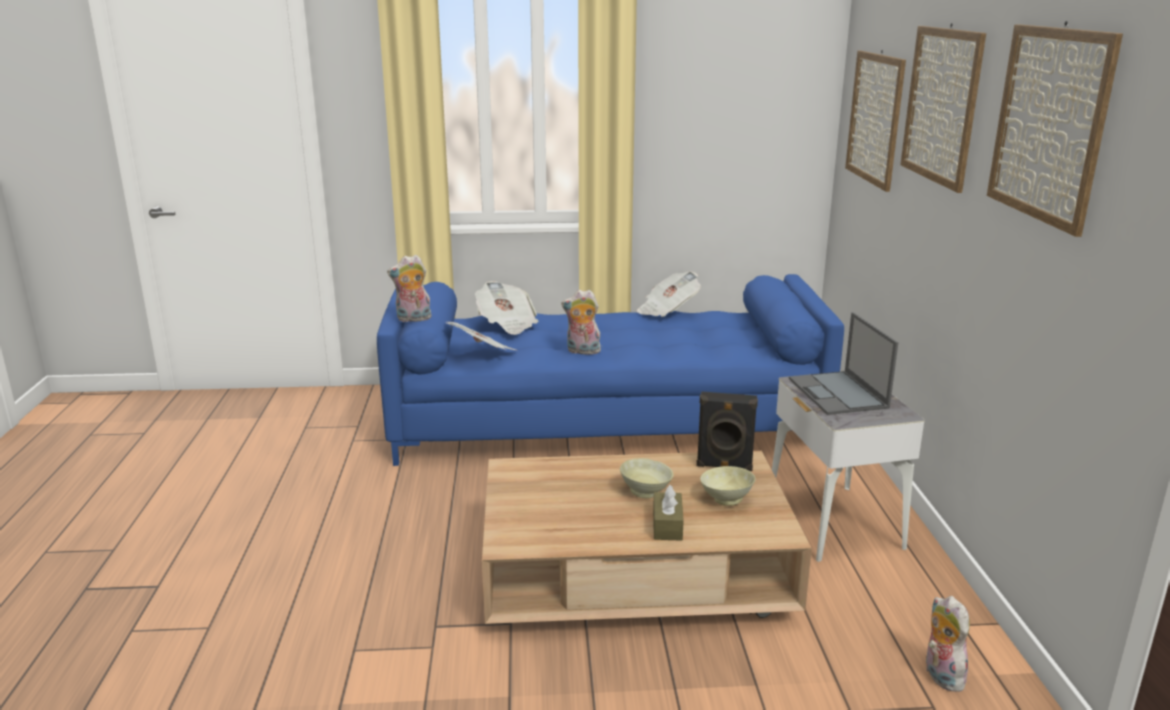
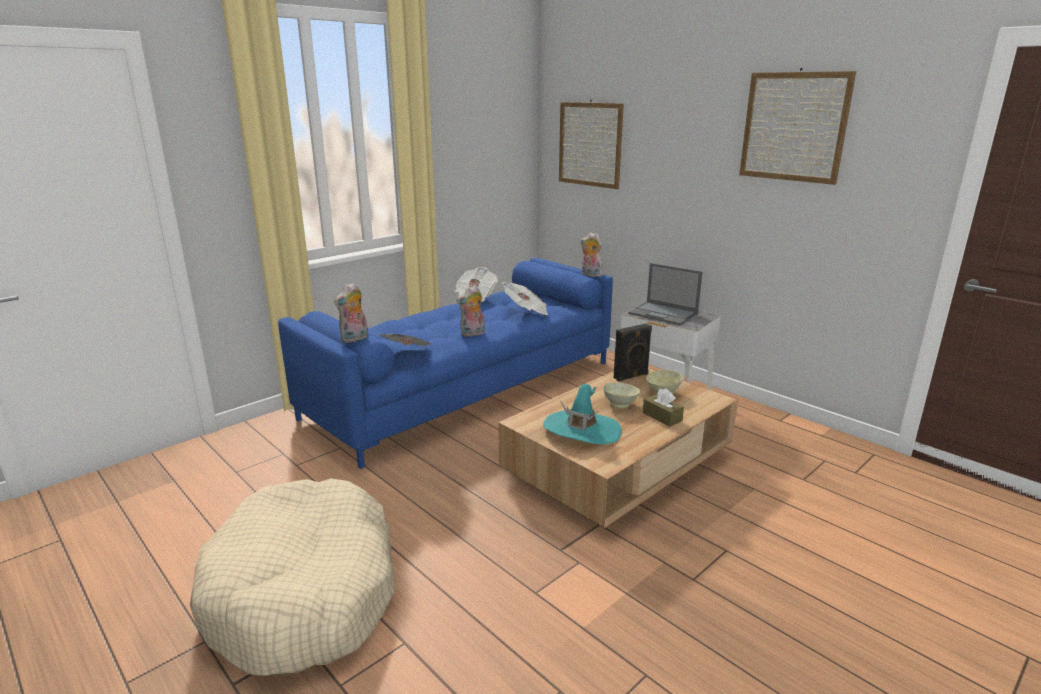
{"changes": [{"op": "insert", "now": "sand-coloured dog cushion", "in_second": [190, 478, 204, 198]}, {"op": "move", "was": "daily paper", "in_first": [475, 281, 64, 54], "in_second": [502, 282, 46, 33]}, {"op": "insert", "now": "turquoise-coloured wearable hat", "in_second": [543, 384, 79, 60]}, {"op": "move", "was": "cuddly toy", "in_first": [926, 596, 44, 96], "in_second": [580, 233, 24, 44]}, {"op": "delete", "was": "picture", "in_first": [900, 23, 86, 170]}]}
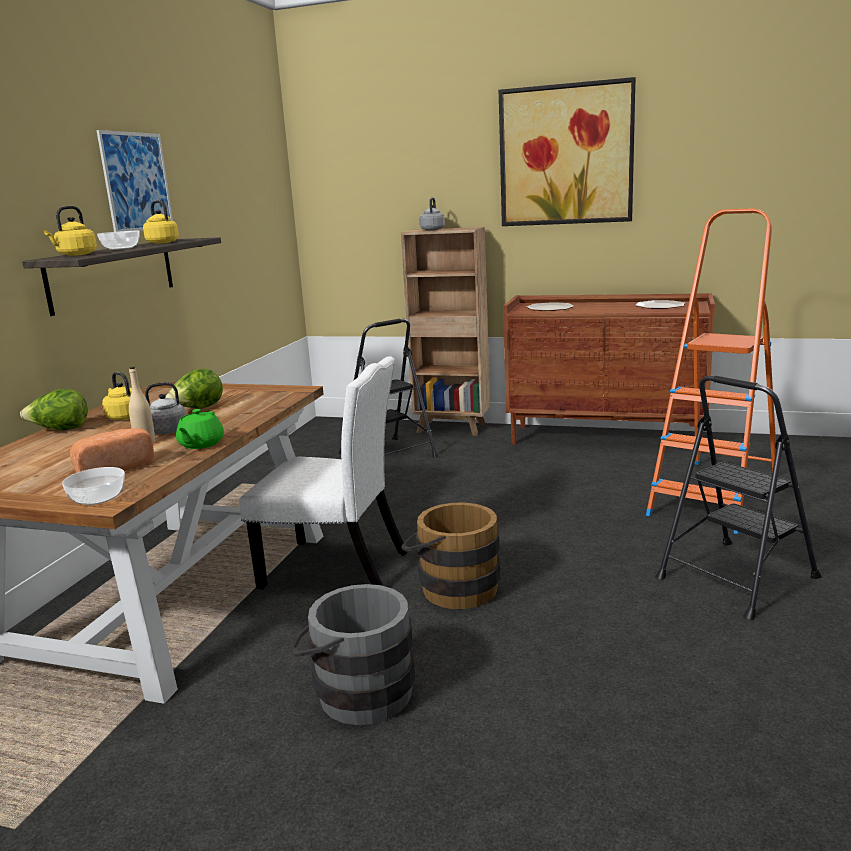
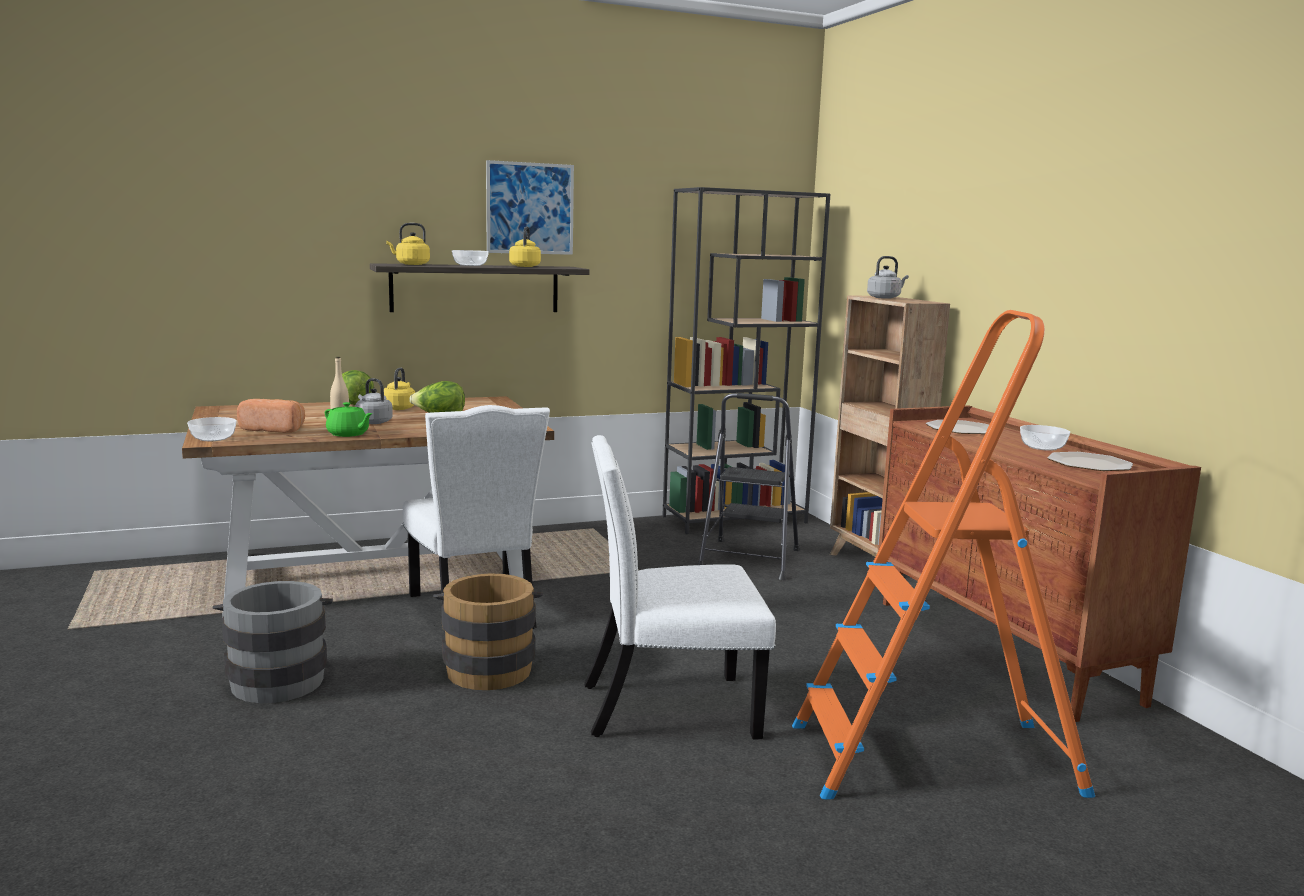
{"changes": [{"op": "rotate", "was": "green tea pot", "in_first": [176, 409, 48, 40], "in_second": [325, 402, 48, 35], "clockwise": -120}, {"op": "insert", "now": "whitish upright chair", "in_second": [584, 435, 192, 305]}, {"op": "insert", "now": "bookshelf", "in_second": [662, 187, 168, 347]}, {"op": "insert", "now": "deep dish", "in_second": [1020, 425, 50, 26]}, {"op": "delete", "was": "picture", "in_first": [499, 77, 137, 149]}, {"op": "delete", "was": "blackish step stool", "in_first": [655, 376, 167, 244]}]}
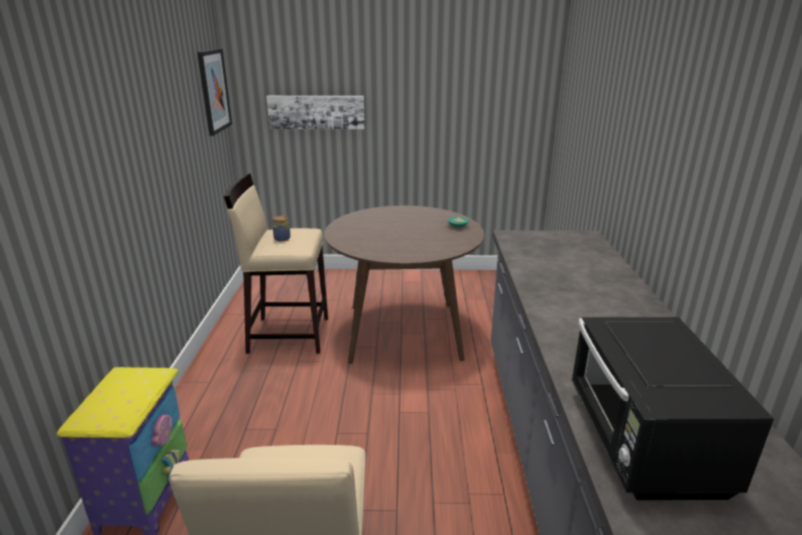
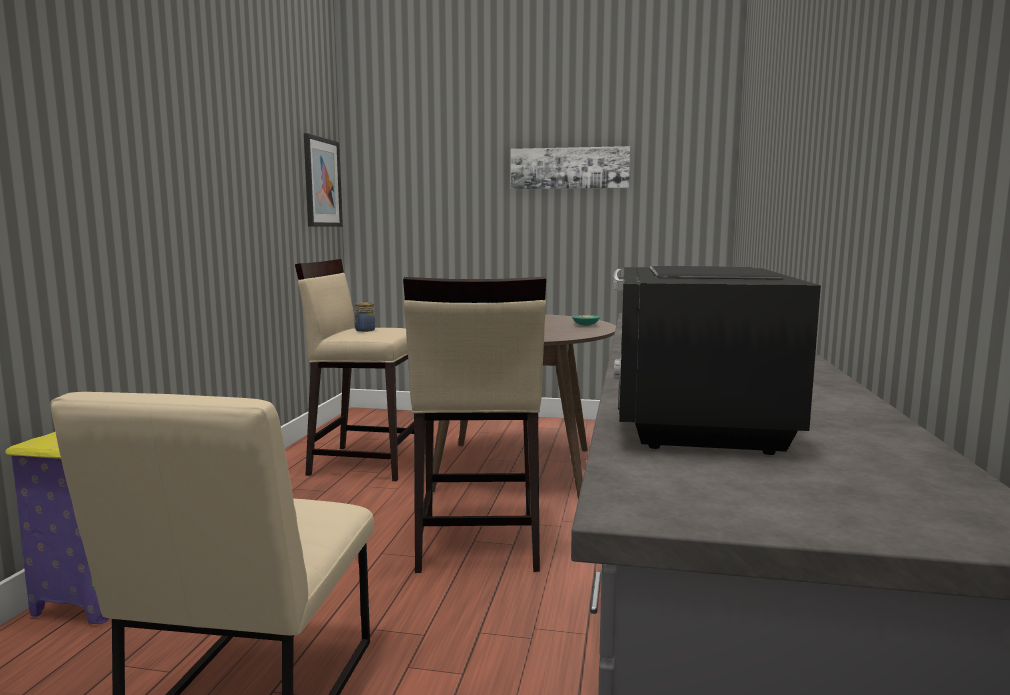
{"changes": [{"op": "insert", "now": "sand-coloured stool", "in_second": [403, 277, 143, 296]}, {"op": "move", "was": "picture", "in_first": [266, 96, 99, 33], "in_second": [511, 146, 119, 43]}]}
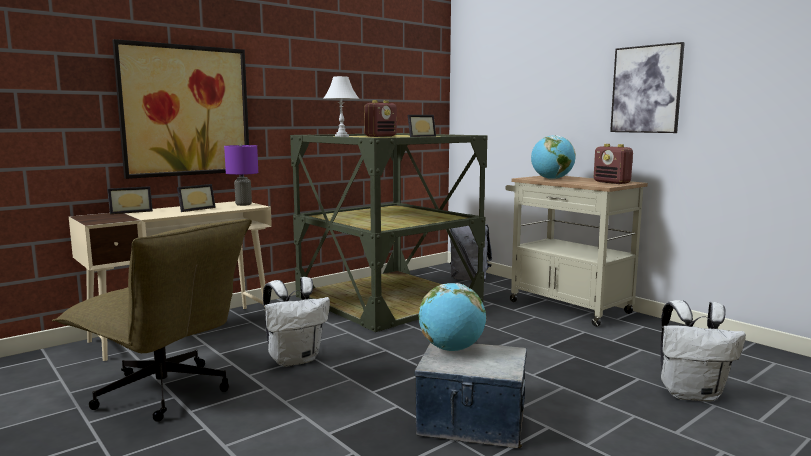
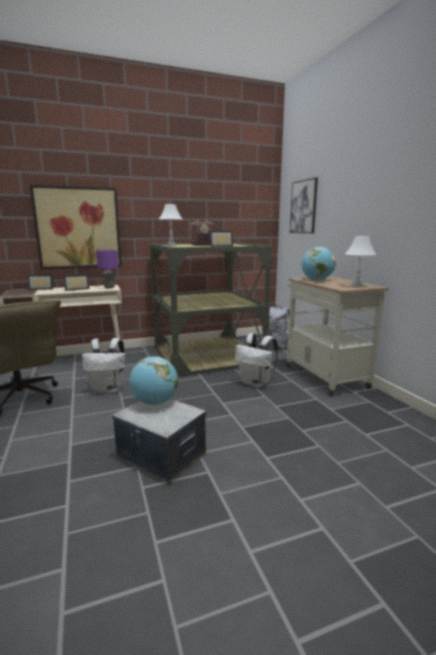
{"changes": [{"op": "move", "was": "whitish backpack", "in_first": [660, 300, 86, 102], "in_second": [235, 333, 43, 55]}, {"op": "move", "was": "picture", "in_first": [610, 42, 75, 91], "in_second": [290, 178, 28, 55]}, {"op": "replace", "was": "radio", "now": "whitish tabletop lamp", "in_first": [594, 144, 39, 40], "in_second": [345, 236, 32, 51]}]}
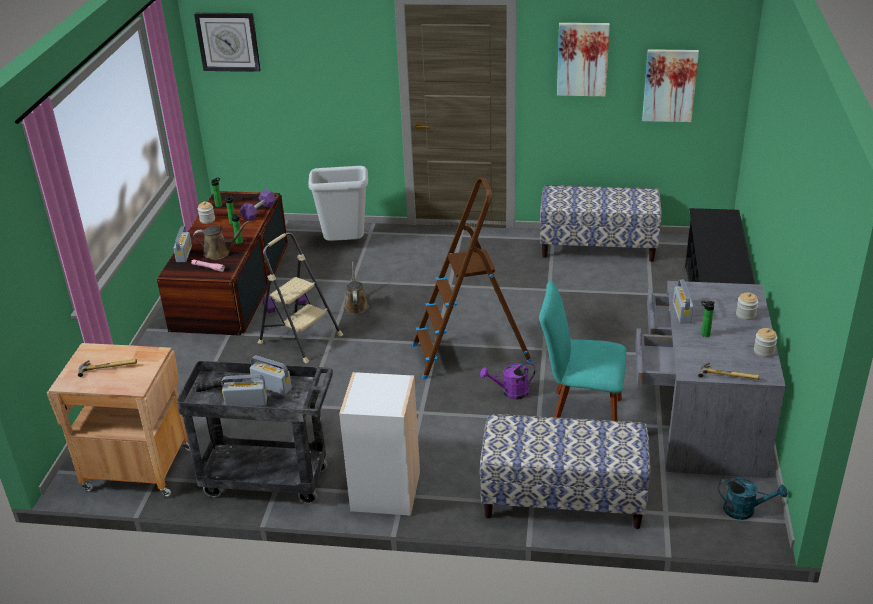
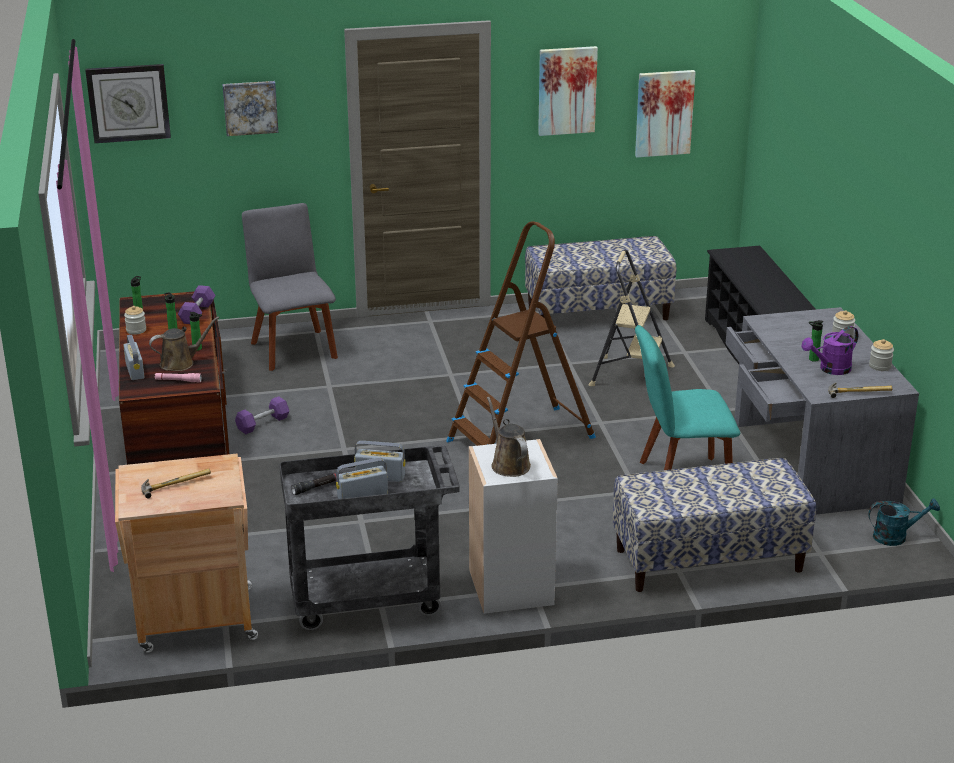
{"changes": [{"op": "insert", "now": "picture", "in_second": [222, 81, 57, 55]}, {"op": "replace", "was": "grey rubbish bin", "now": "grey upright chair", "in_first": [308, 166, 60, 75], "in_second": [242, 203, 96, 168]}, {"op": "move", "was": "brown-coloured sprinkling can", "in_first": [343, 261, 26, 54], "in_second": [487, 397, 44, 80]}, {"op": "move", "was": "sand-coloured step stool", "in_first": [257, 232, 86, 131], "in_second": [588, 250, 87, 136]}, {"op": "move", "was": "purple-coloured sprinkling can", "in_first": [480, 362, 55, 38], "in_second": [801, 326, 57, 49]}, {"op": "delete", "was": "radio", "in_first": [673, 280, 21, 43]}]}
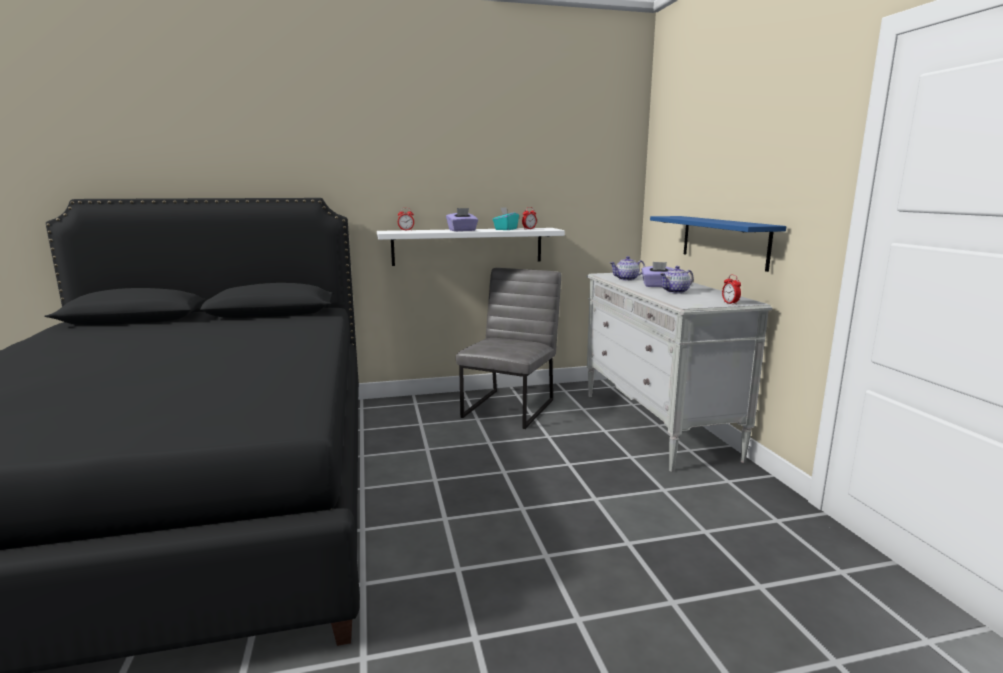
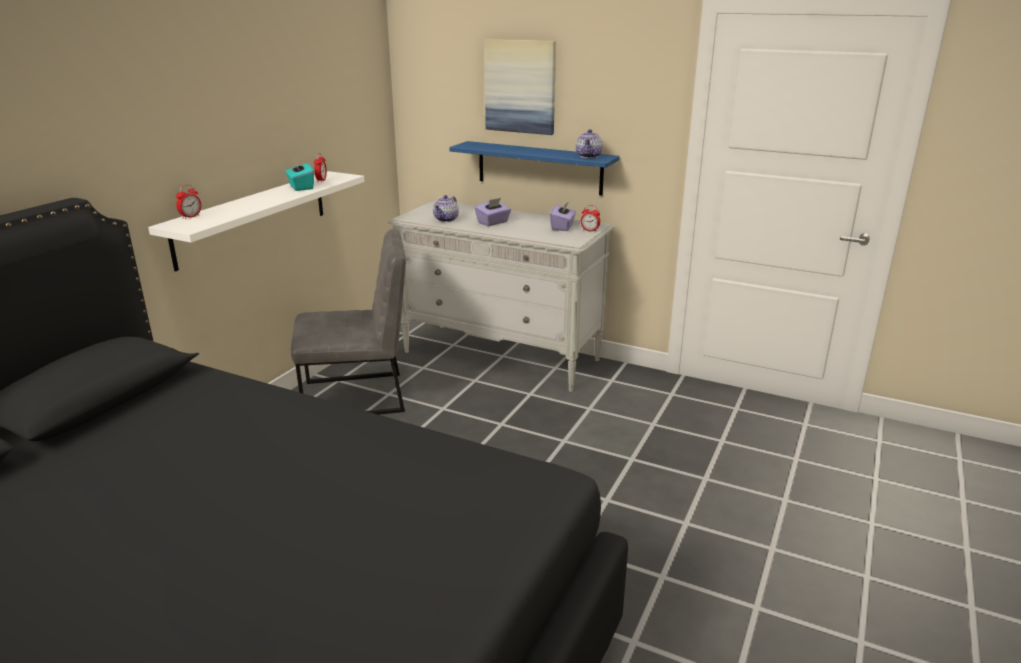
{"changes": [{"op": "rotate", "was": "grey upright chair", "in_first": [456, 268, 105, 161], "in_second": [291, 229, 115, 186], "clockwise": 105}, {"op": "insert", "now": "picture", "in_second": [484, 39, 72, 96]}, {"op": "move", "was": "purple-coloured box of tissues", "in_first": [446, 208, 32, 23], "in_second": [550, 201, 26, 30]}, {"op": "move", "was": "tea pot", "in_first": [660, 266, 33, 28], "in_second": [576, 129, 27, 29]}]}
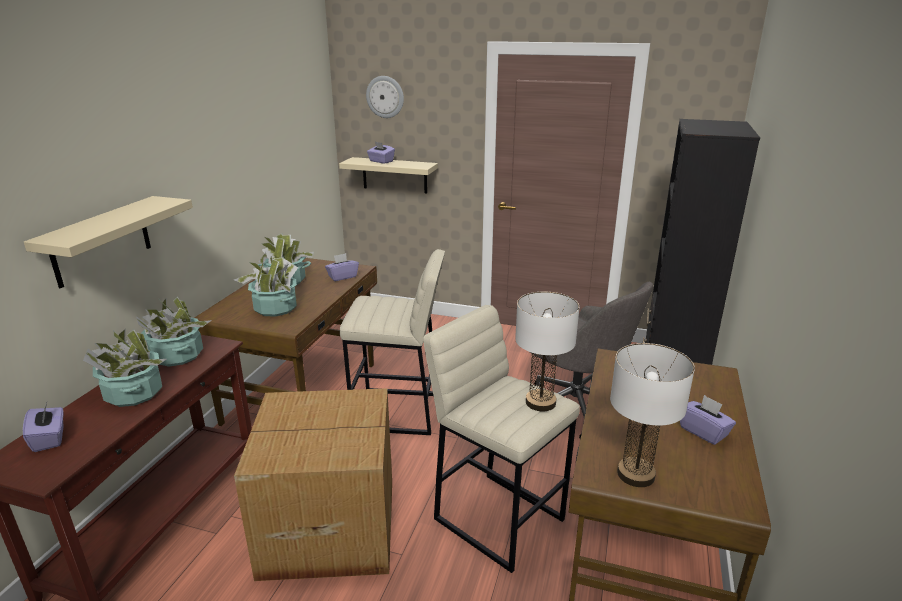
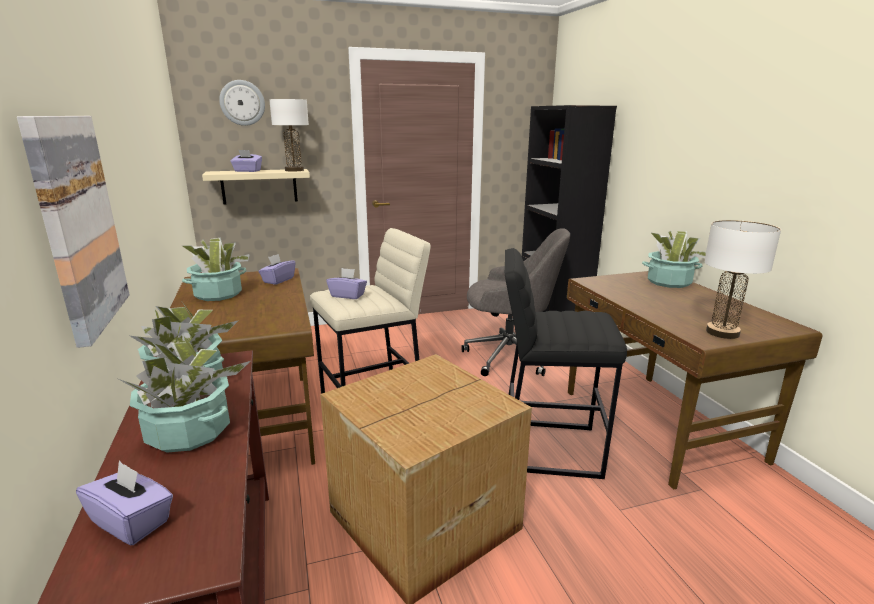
{"changes": [{"op": "replace", "was": "sand-coloured shelf", "now": "picture", "in_first": [24, 196, 169, 92], "in_second": [17, 116, 113, 232]}, {"op": "move", "was": "tabletop lamp", "in_first": [515, 292, 64, 119], "in_second": [269, 99, 40, 72]}, {"op": "move", "was": "purple-coloured box of tissues", "in_first": [680, 395, 56, 50], "in_second": [326, 268, 41, 31]}, {"op": "recolor", "was": "sand-coloured stool", "now": "blackish stool", "in_first": [423, 305, 157, 268], "in_second": [505, 248, 122, 231]}, {"op": "move", "was": "potted plant", "in_first": [234, 256, 64, 61], "in_second": [642, 231, 64, 57]}]}
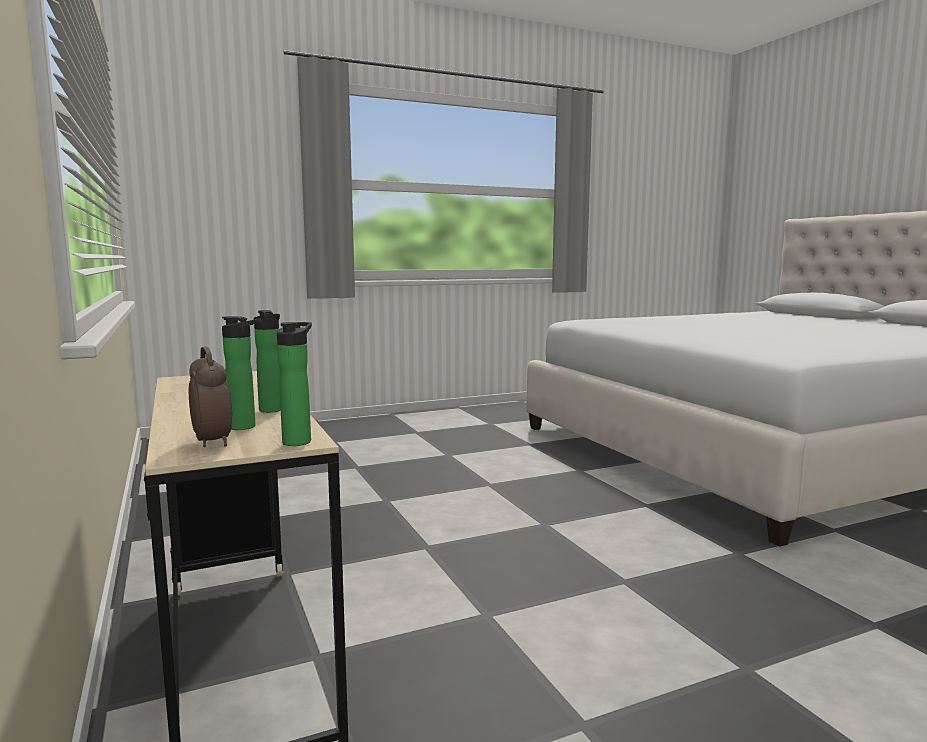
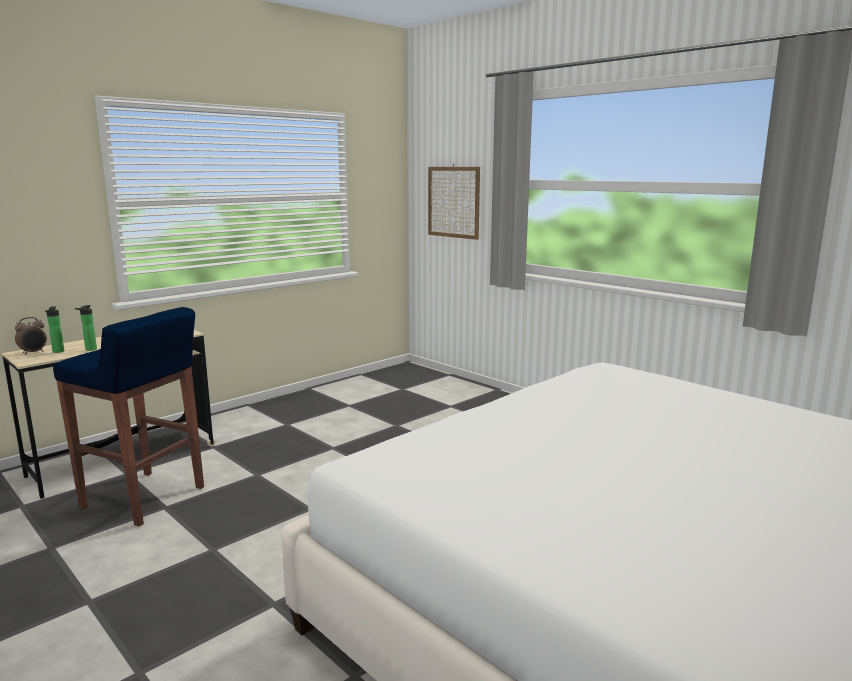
{"changes": [{"op": "insert", "now": "bluish stool", "in_second": [53, 307, 151, 219]}, {"op": "insert", "now": "picture", "in_second": [428, 164, 52, 76]}, {"op": "delete", "was": "bottle", "in_first": [277, 322, 35, 124]}]}
